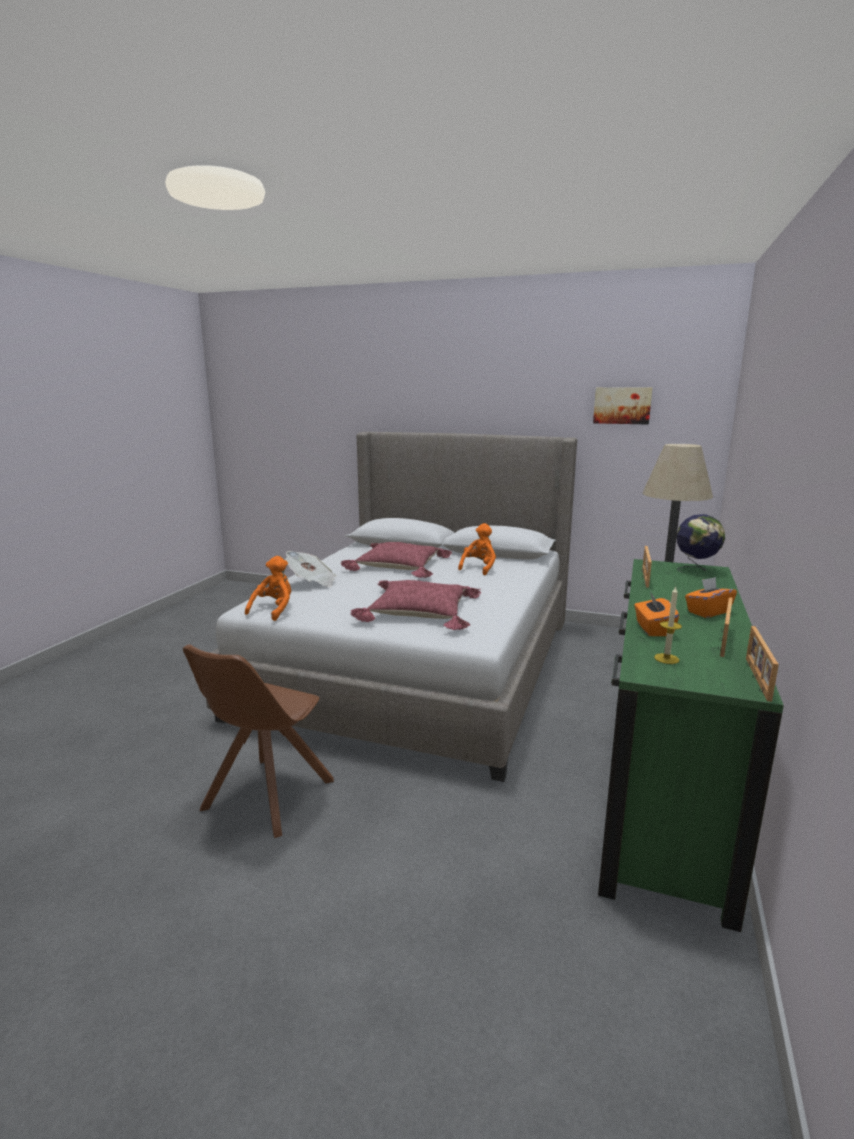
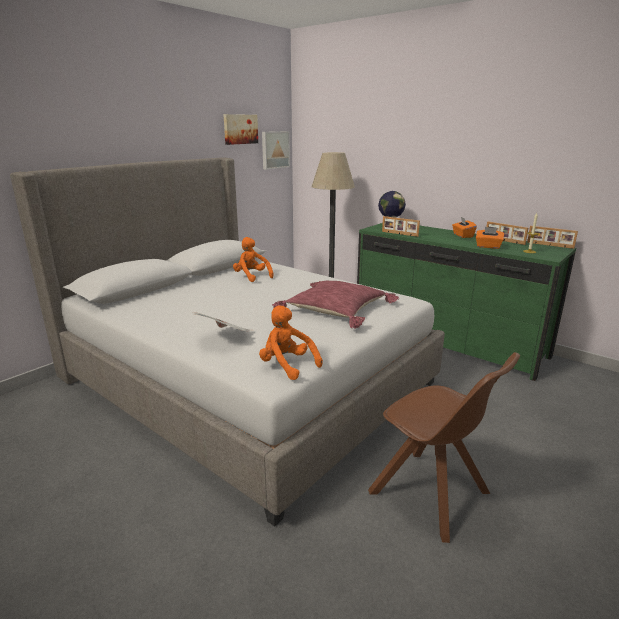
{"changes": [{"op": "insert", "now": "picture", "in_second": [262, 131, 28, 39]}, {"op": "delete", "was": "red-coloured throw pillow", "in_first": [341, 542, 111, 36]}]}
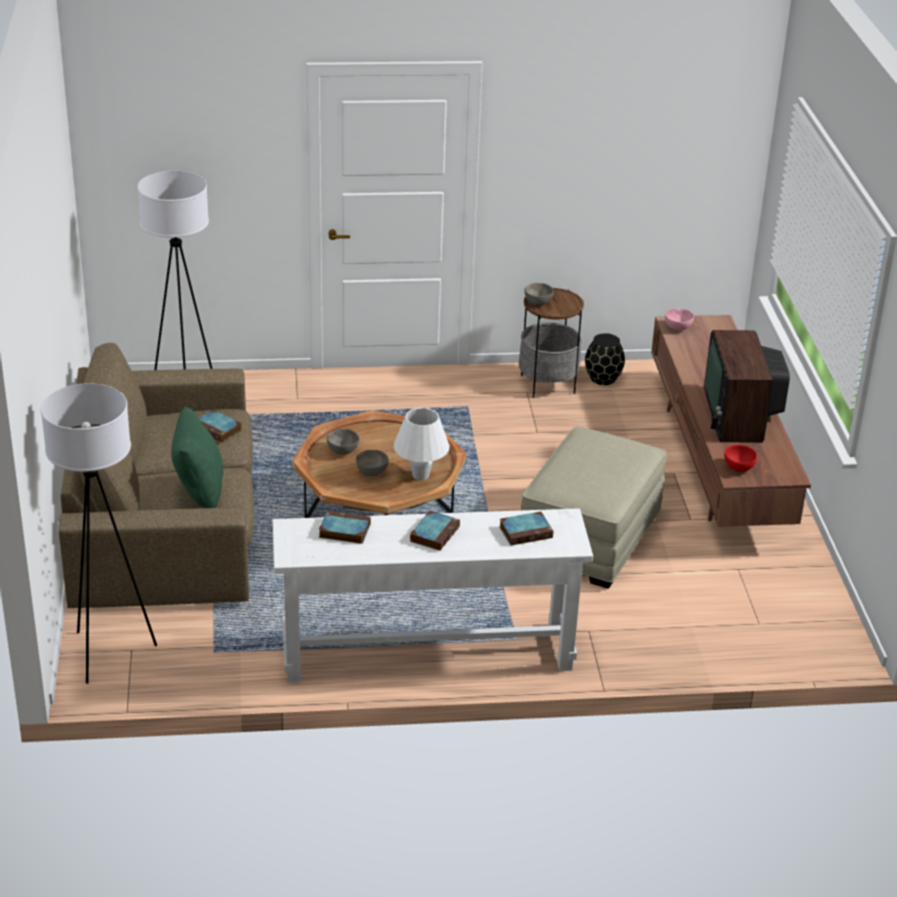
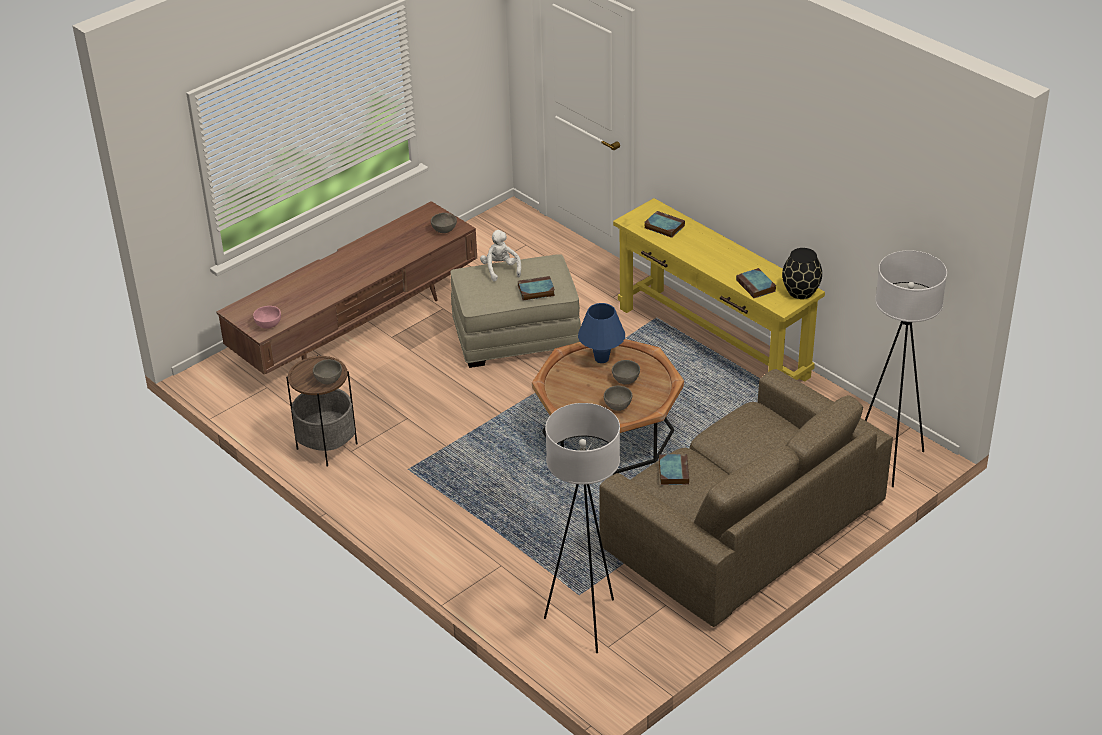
{"changes": [{"op": "recolor", "was": "red-coloured deep dish", "now": "grey deep dish", "in_first": [724, 445, 33, 27], "in_second": [431, 213, 26, 20]}, {"op": "insert", "now": "whitish cuddly toy", "in_second": [480, 230, 41, 52]}, {"op": "move", "was": "book", "in_first": [410, 510, 50, 41], "in_second": [518, 276, 37, 25]}, {"op": "recolor", "was": "whitish tabletop lamp", "now": "bluish tabletop lamp", "in_first": [394, 408, 56, 72], "in_second": [578, 303, 47, 60]}, {"op": "recolor", "was": "whitish console table", "now": "yellow-coloured console table", "in_first": [272, 508, 321, 175], "in_second": [613, 198, 212, 184]}, {"op": "move", "was": "blackish flower vase", "in_first": [585, 333, 40, 52], "in_second": [782, 248, 40, 51]}, {"op": "delete", "was": "green throw pillow", "in_first": [171, 407, 52, 101]}, {"op": "delete", "was": "TV", "in_first": [704, 330, 86, 113]}]}
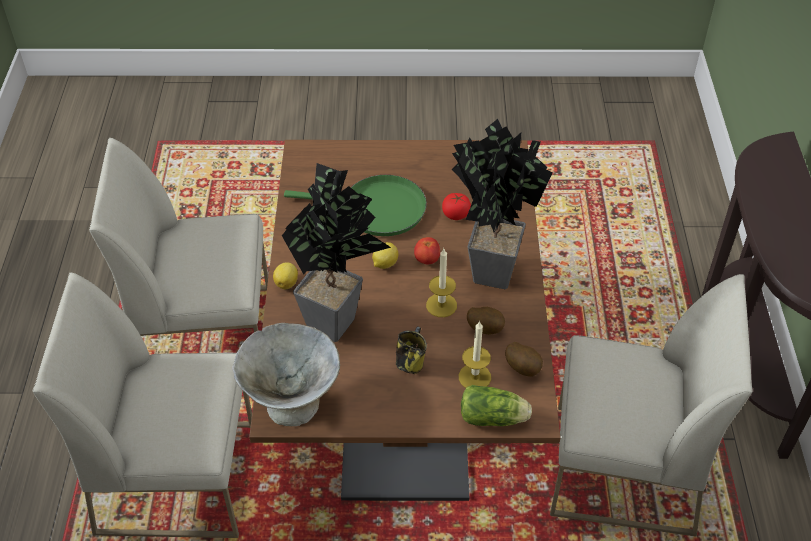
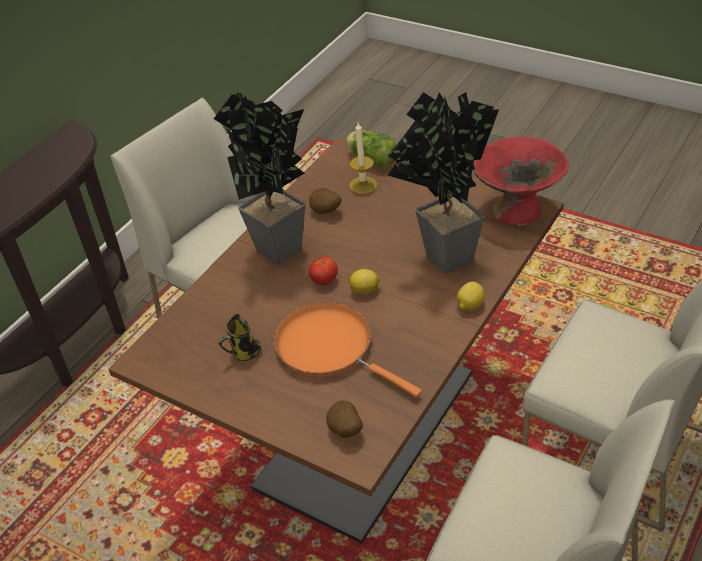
{"changes": [{"op": "move", "was": "tea mug", "in_first": [396, 326, 31, 48], "in_second": [218, 314, 43, 47]}, {"op": "recolor", "was": "green skillet", "now": "orange skillet", "in_first": [284, 175, 143, 61], "in_second": [274, 302, 148, 95]}, {"op": "move", "was": "potato", "in_first": [505, 342, 38, 35], "in_second": [326, 401, 37, 37]}, {"op": "recolor", "was": "grey deep dish", "now": "red-coloured deep dish", "in_first": [233, 323, 107, 103], "in_second": [474, 137, 95, 89]}, {"op": "delete", "was": "wax light", "in_first": [426, 249, 31, 68]}, {"op": "delete", "was": "tomato", "in_first": [442, 193, 29, 27]}]}
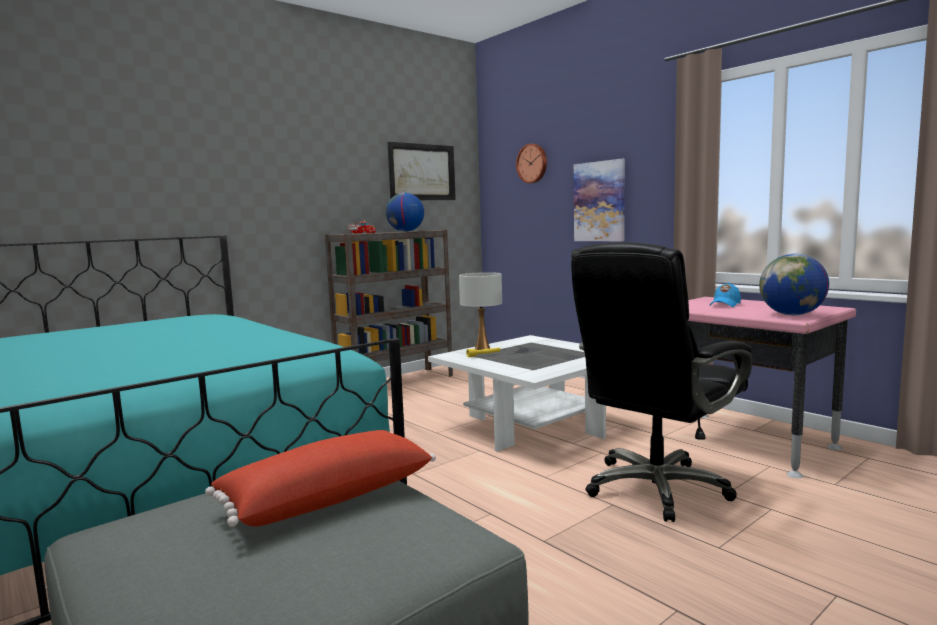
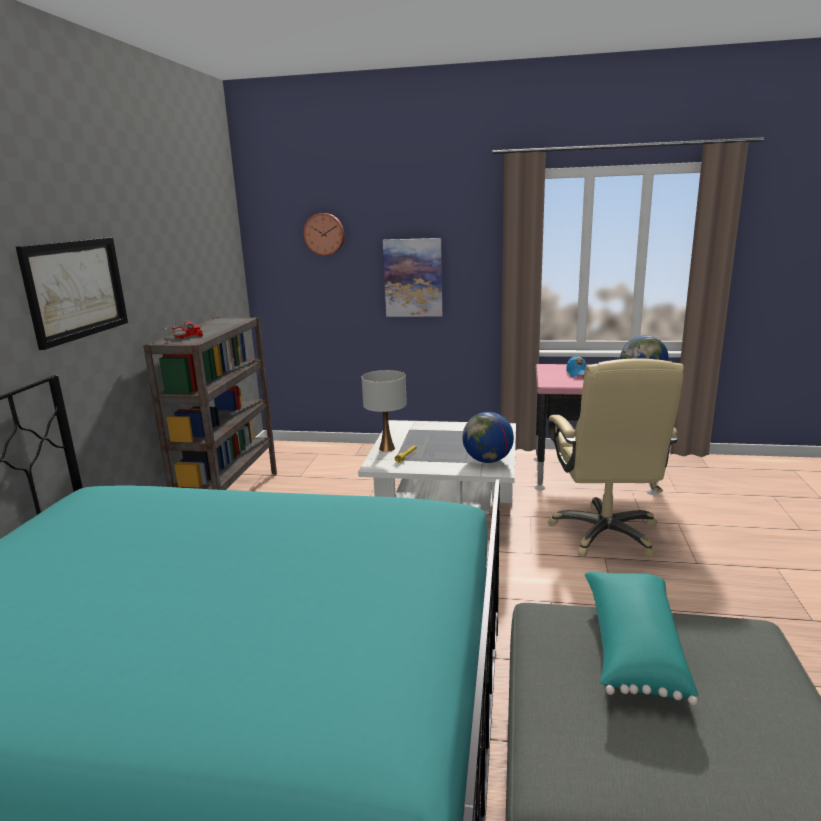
{"changes": [{"op": "move", "was": "picture", "in_first": [388, 142, 68, 58], "in_second": [16, 237, 112, 113]}, {"op": "move", "was": "desk globe", "in_first": [386, 193, 38, 39], "in_second": [463, 412, 51, 51]}, {"op": "recolor", "was": "blackish desk chair", "now": "sand-coloured desk chair", "in_first": [571, 242, 181, 280], "in_second": [548, 359, 136, 199]}, {"op": "recolor", "was": "red-coloured throw pillow", "now": "turquoise-coloured throw pillow", "in_first": [205, 430, 231, 97], "in_second": [585, 572, 113, 133]}]}
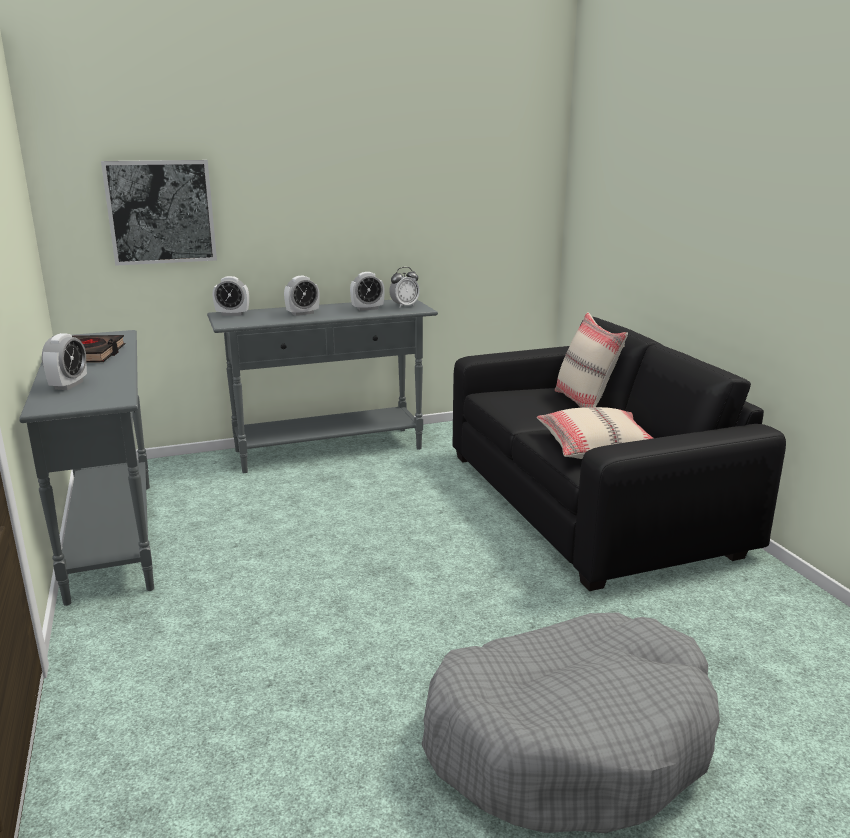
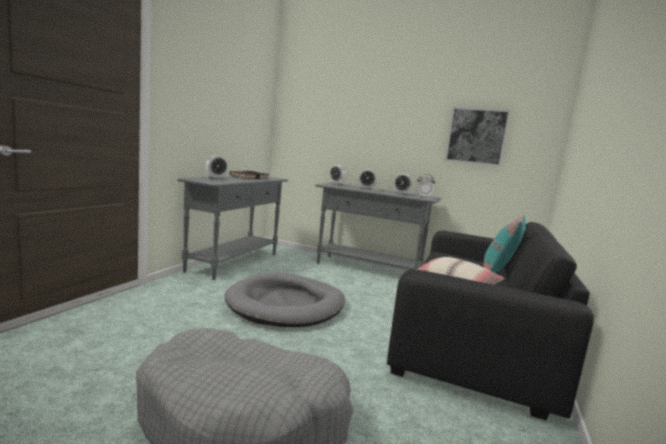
{"changes": [{"op": "insert", "now": "grey dog cushion", "in_second": [225, 272, 120, 55]}, {"op": "move", "was": "picture", "in_first": [101, 160, 116, 106], "in_second": [445, 107, 66, 59]}, {"op": "recolor", "was": "sand-coloured throw pillow", "now": "turquoise-coloured throw pillow", "in_first": [555, 312, 73, 96], "in_second": [484, 215, 42, 58]}]}
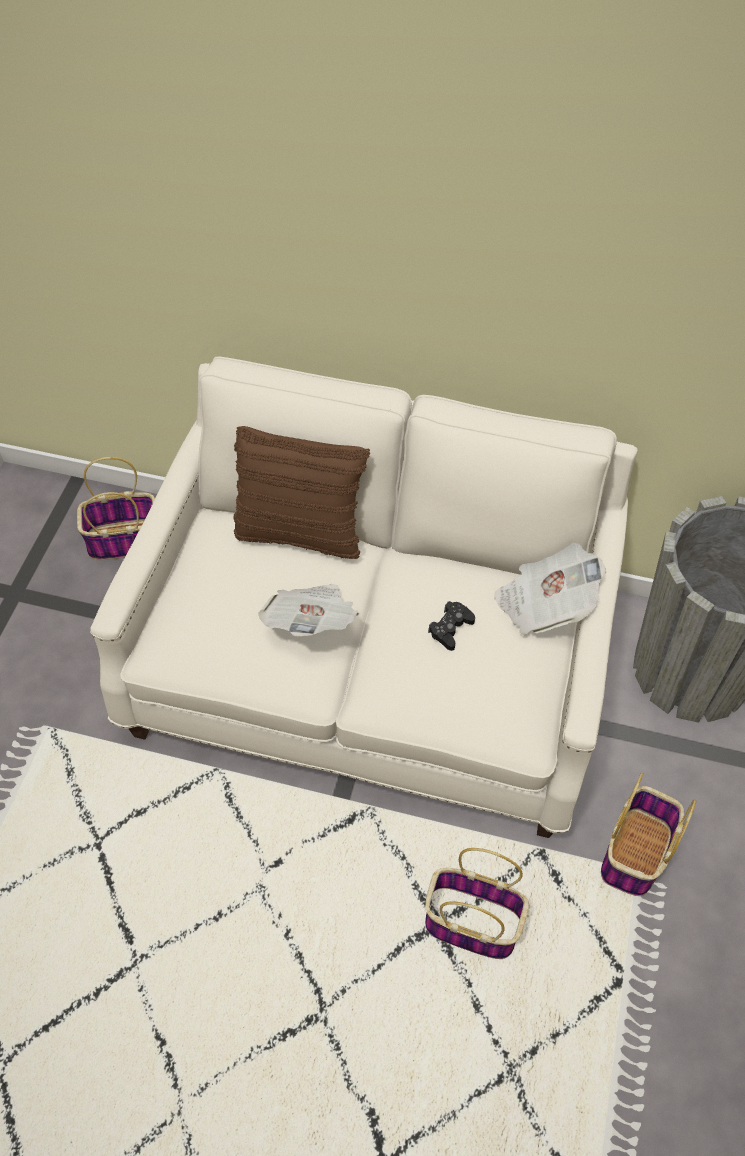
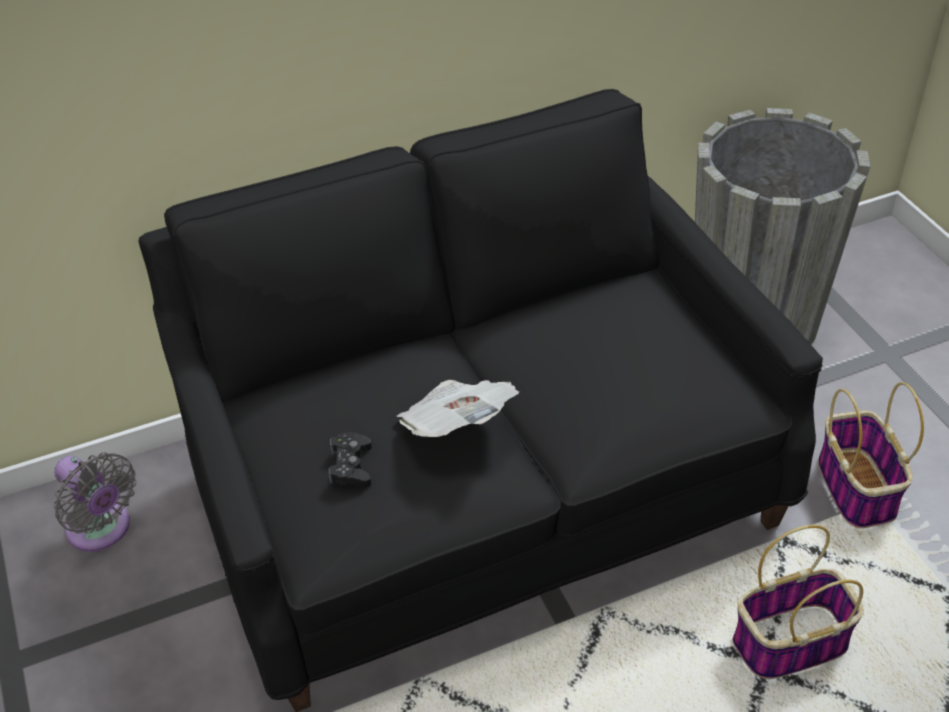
{"changes": [{"op": "replace", "was": "storage basket", "now": "grey fan", "in_first": [77, 457, 78, 103], "in_second": [54, 452, 82, 100]}, {"op": "recolor", "was": "whitish sofa", "now": "blackish sofa", "in_first": [90, 357, 548, 481], "in_second": [139, 89, 684, 623]}, {"op": "move", "was": "blackish gamepad", "in_first": [428, 601, 47, 50], "in_second": [329, 433, 43, 54]}, {"op": "delete", "was": "brown-coloured throw pillow", "in_first": [233, 426, 137, 133]}, {"op": "delete", "was": "daily paper", "in_first": [494, 543, 112, 92]}]}
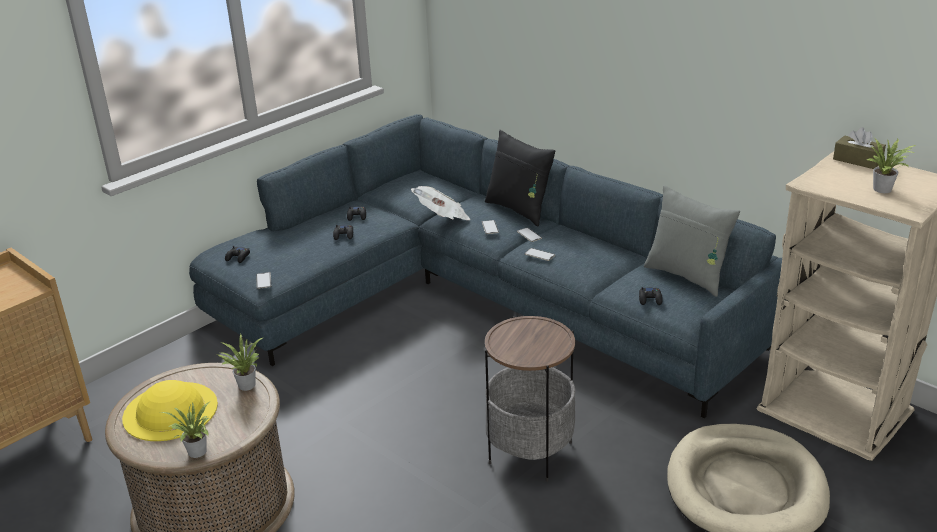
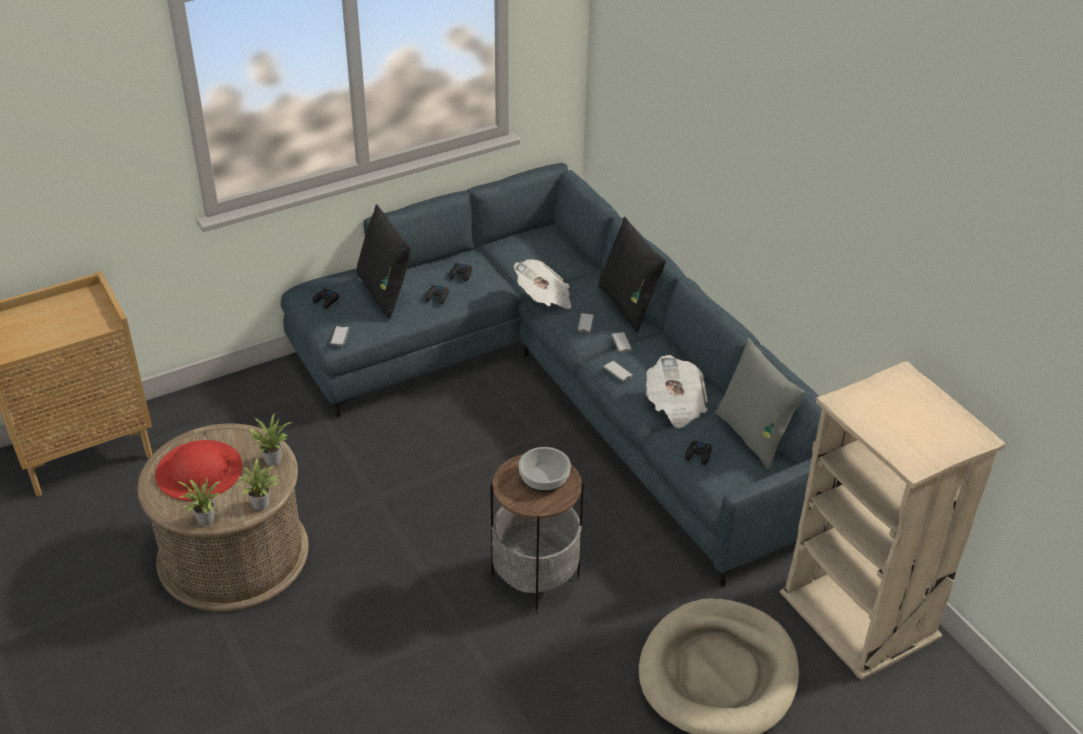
{"changes": [{"op": "recolor", "was": "yellow-coloured wearable hat", "now": "red-coloured wearable hat", "in_first": [122, 380, 96, 61], "in_second": [155, 440, 87, 61]}, {"op": "move", "was": "potted plant", "in_first": [867, 138, 49, 55], "in_second": [237, 458, 41, 52]}, {"op": "insert", "now": "blackish throw pillow", "in_second": [357, 204, 53, 115]}, {"op": "insert", "now": "deep dish", "in_second": [519, 447, 52, 45]}, {"op": "insert", "now": "daily paper", "in_second": [646, 355, 62, 73]}, {"op": "delete", "was": "brown-coloured box of tissues", "in_first": [833, 127, 53, 42]}]}
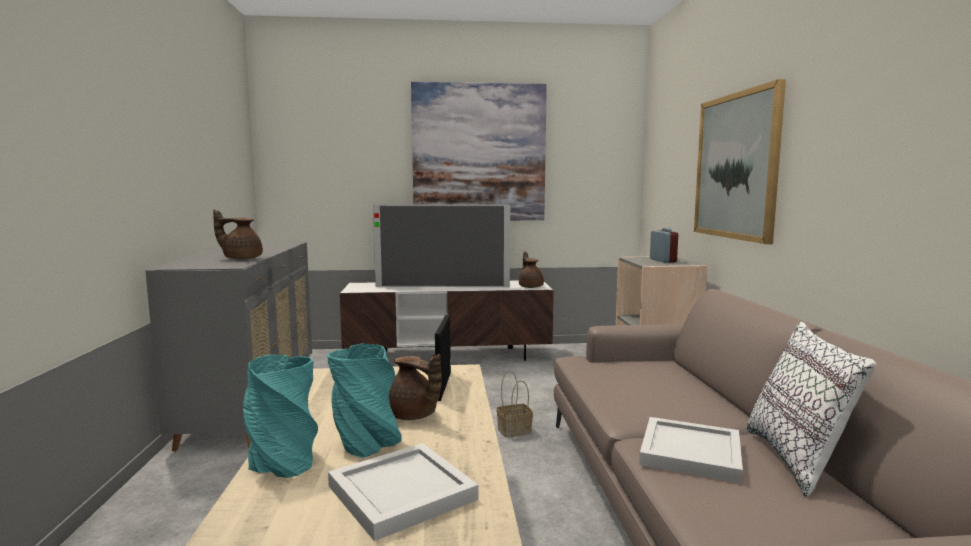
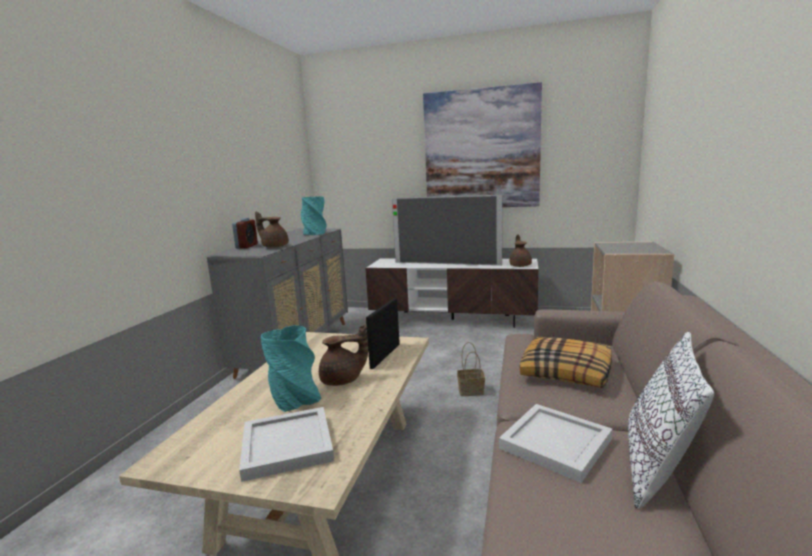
{"changes": [{"op": "move", "was": "alarm clock", "in_first": [650, 228, 28, 35], "in_second": [232, 218, 26, 31]}, {"op": "move", "was": "turquoise-coloured flower vase", "in_first": [243, 355, 75, 123], "in_second": [301, 197, 26, 38]}, {"op": "rotate", "was": "brown-coloured tea pot", "in_first": [389, 354, 52, 66], "in_second": [319, 324, 49, 62], "clockwise": -75}, {"op": "insert", "now": "throw pillow", "in_second": [520, 337, 92, 51]}, {"op": "delete", "was": "picture", "in_first": [694, 79, 92, 165]}]}
